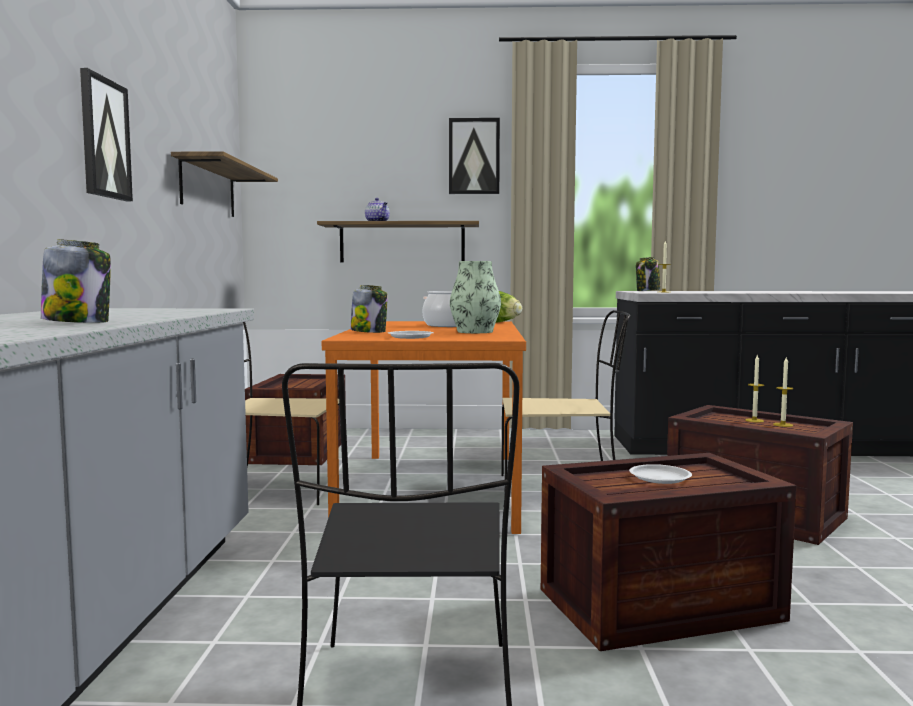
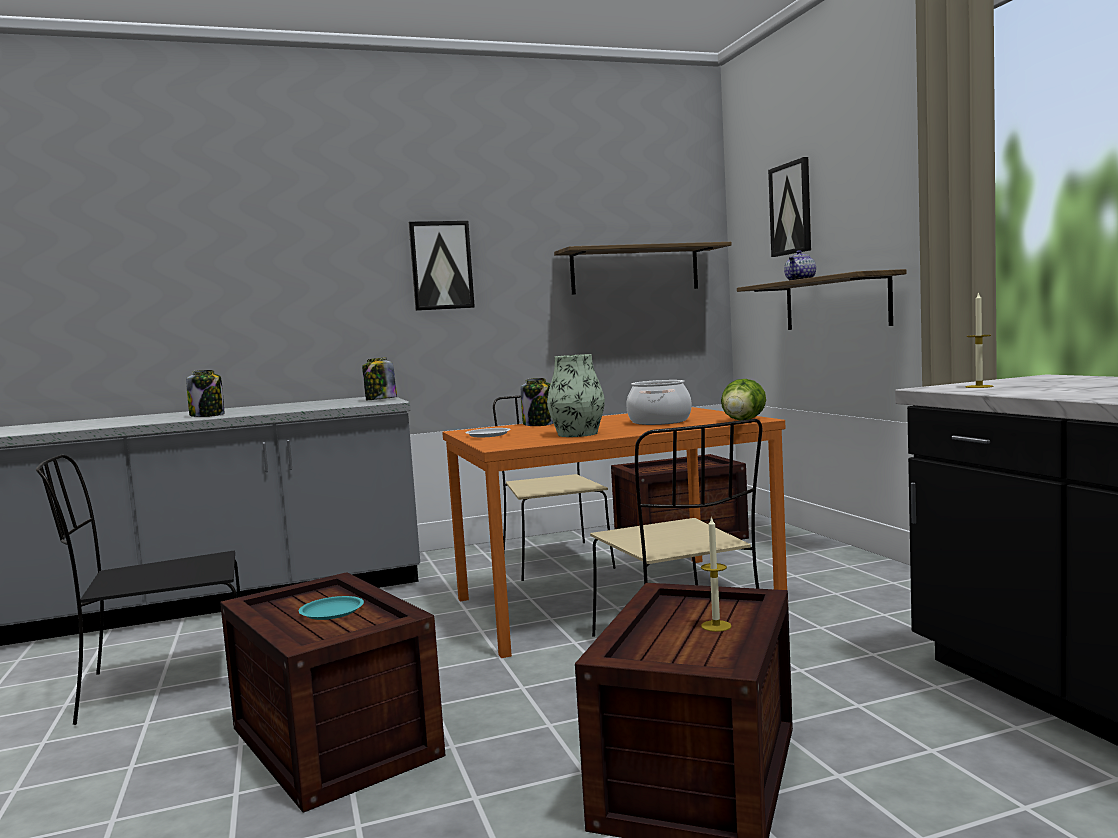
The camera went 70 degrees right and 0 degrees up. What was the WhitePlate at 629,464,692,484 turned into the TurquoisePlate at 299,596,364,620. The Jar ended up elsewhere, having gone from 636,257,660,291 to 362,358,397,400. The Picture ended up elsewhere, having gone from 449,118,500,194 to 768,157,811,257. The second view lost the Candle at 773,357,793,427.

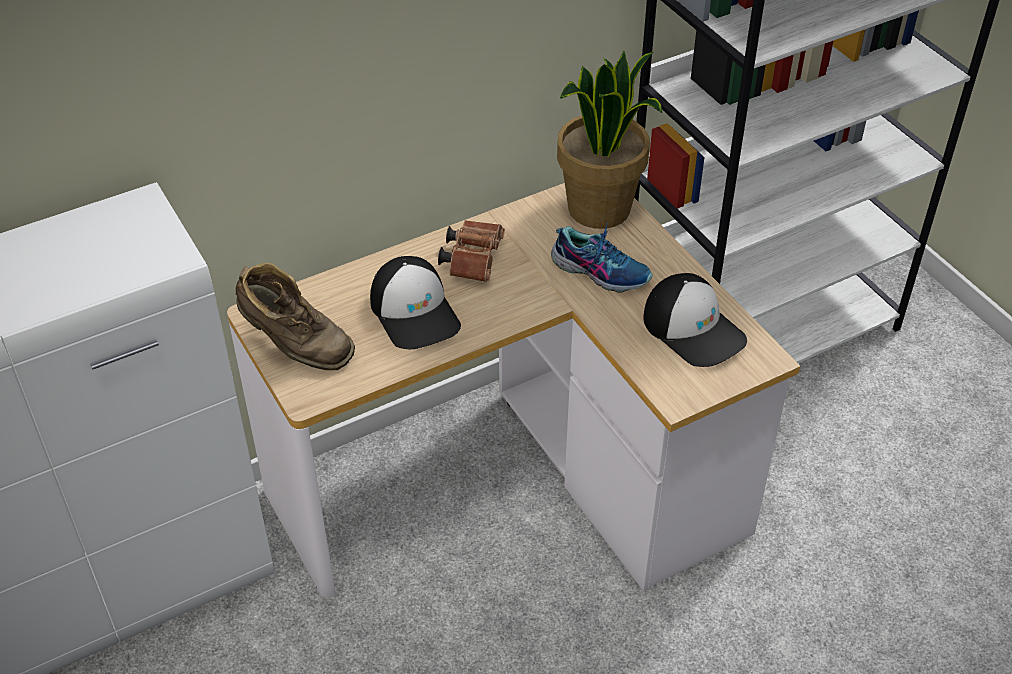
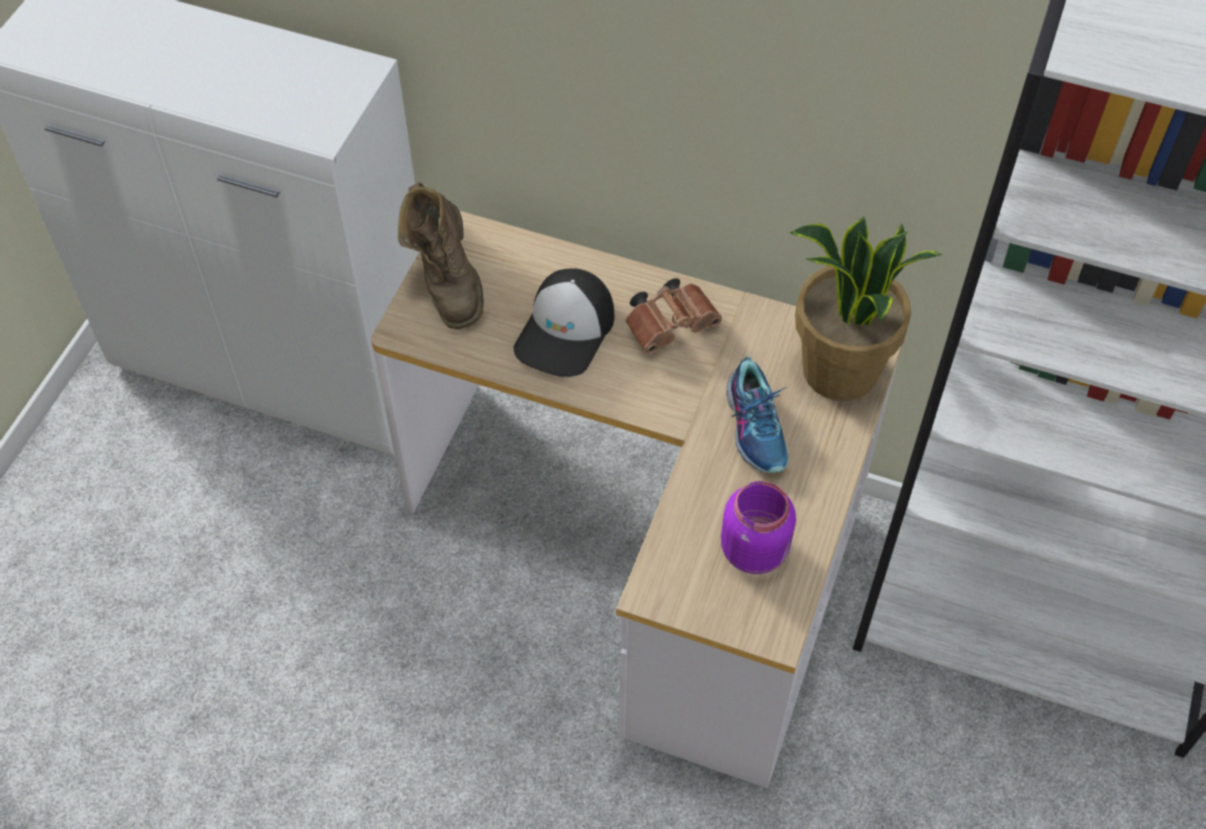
The camera went 50 degrees right and 10 degrees up. Where the Cap stood at 643,273,747,367, the PurpleJar came to stand at 721,481,796,574.

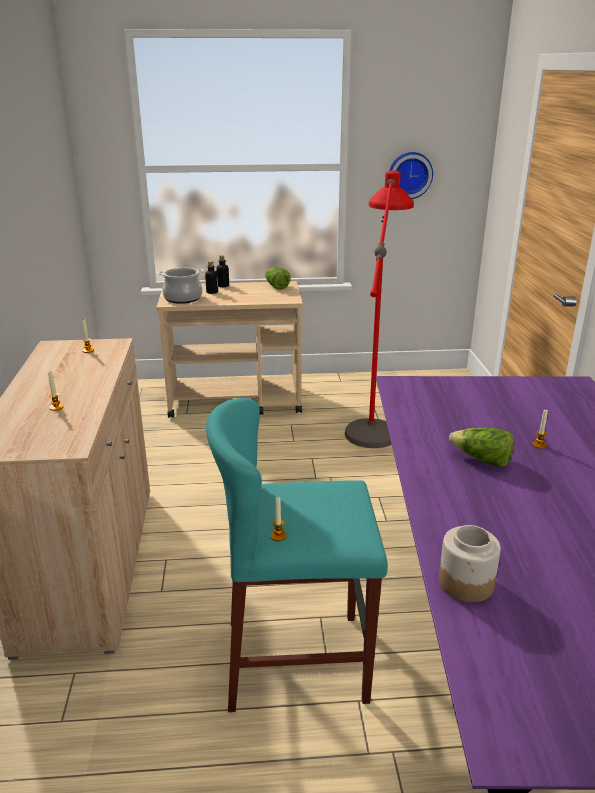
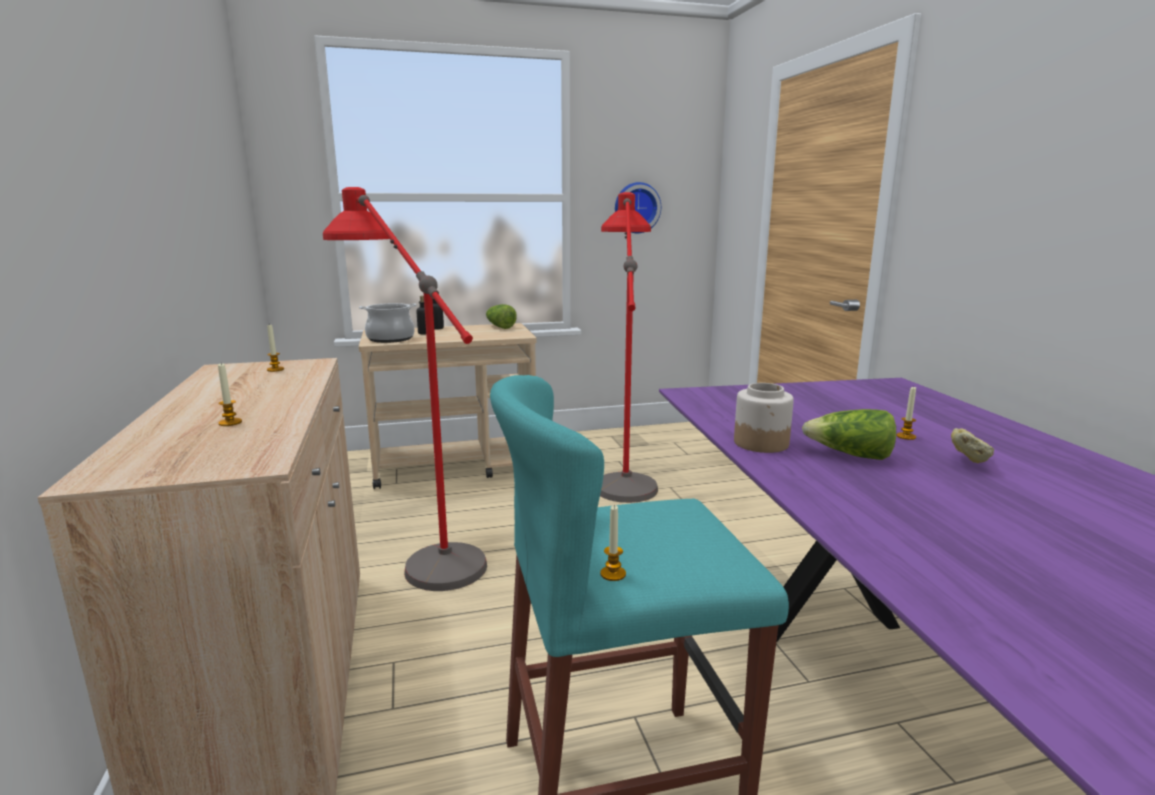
The camera went 10 degrees left and 10 degrees down. The second view gained the RedFloorLamp at 323,187,487,591. The Jar ended up elsewhere, having gone from 439,525,501,602 to 734,383,794,453. The second view gained the Bread at 951,428,994,463.

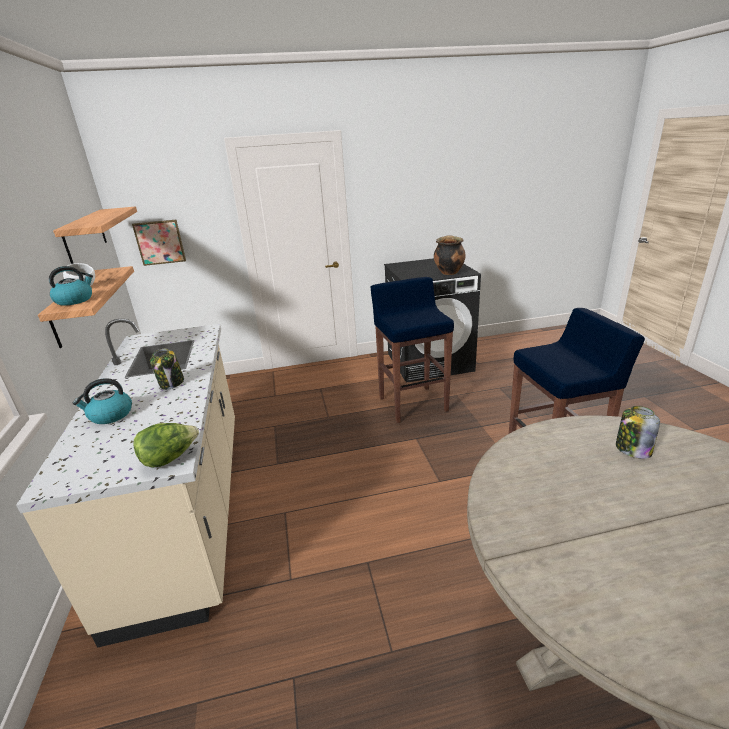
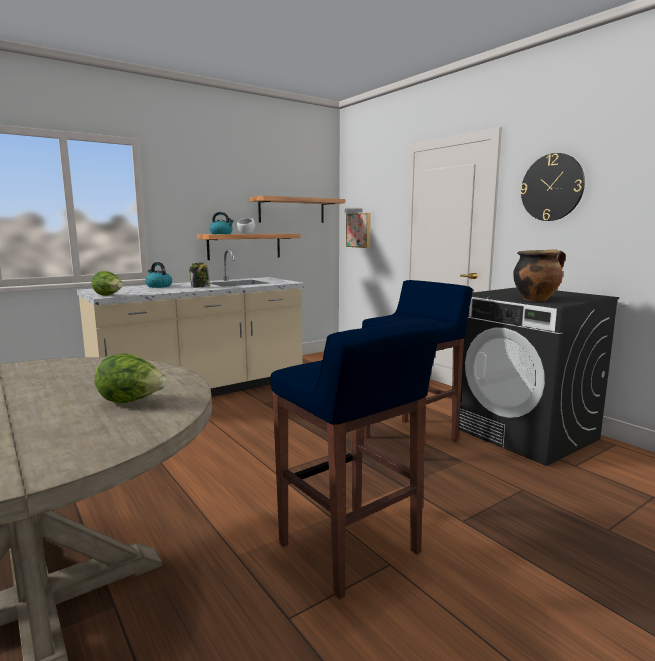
The camera went 65 degrees right and 15 degrees down. Where the Jar stood at 616,406,660,459, the Lettuce came to stand at 94,354,168,403. The second view gained the WallClock at 520,153,585,221.

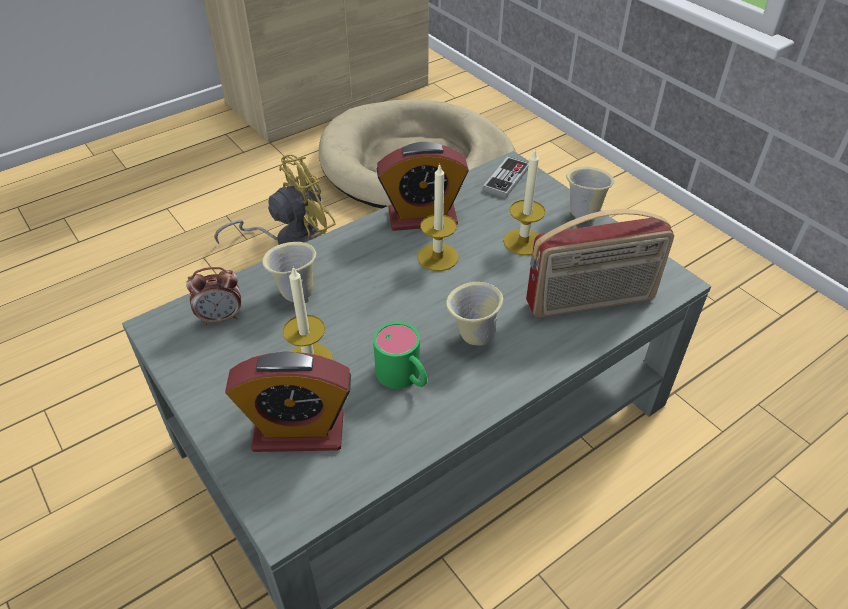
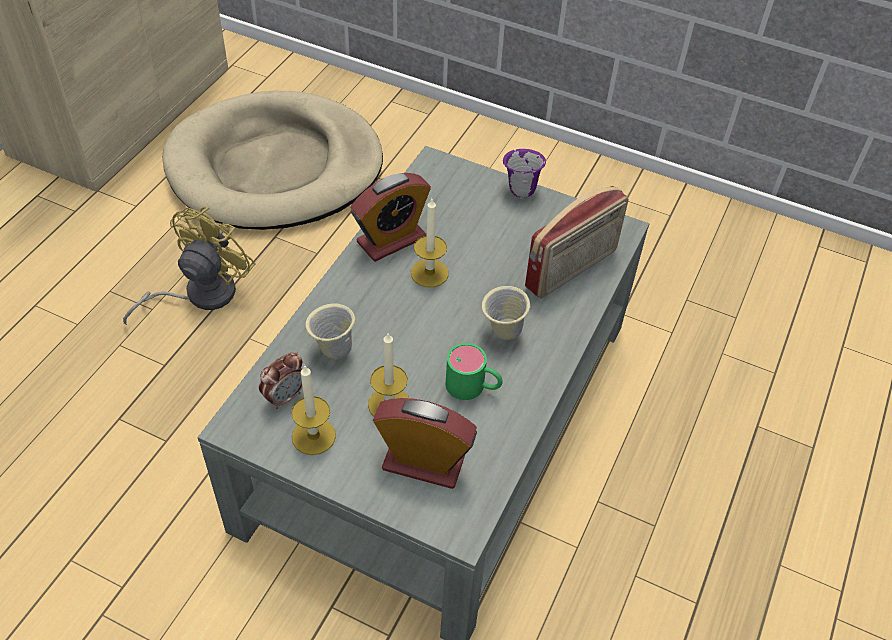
The camera went 30 degrees left and 5 degrees up. The Candle ended up elsewhere, having gone from 503,148,546,256 to 291,364,336,455. The AlarmClock at 225,351,351,452 ended up facing another way, 135 degrees counterclockwise from before. What was the BeigeMug at 566,166,615,218 turned into the PurpleMug at 503,149,546,198. The second view lost the GameController at 482,157,529,198.

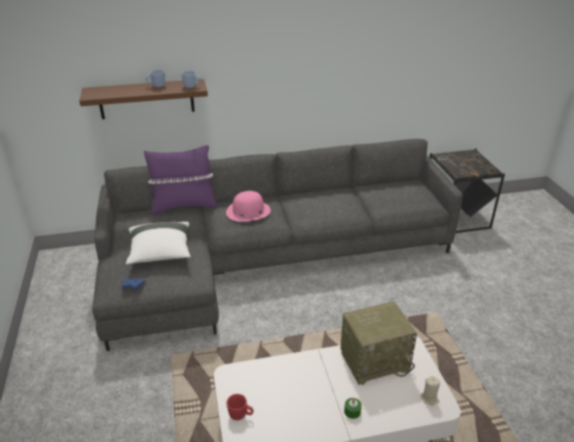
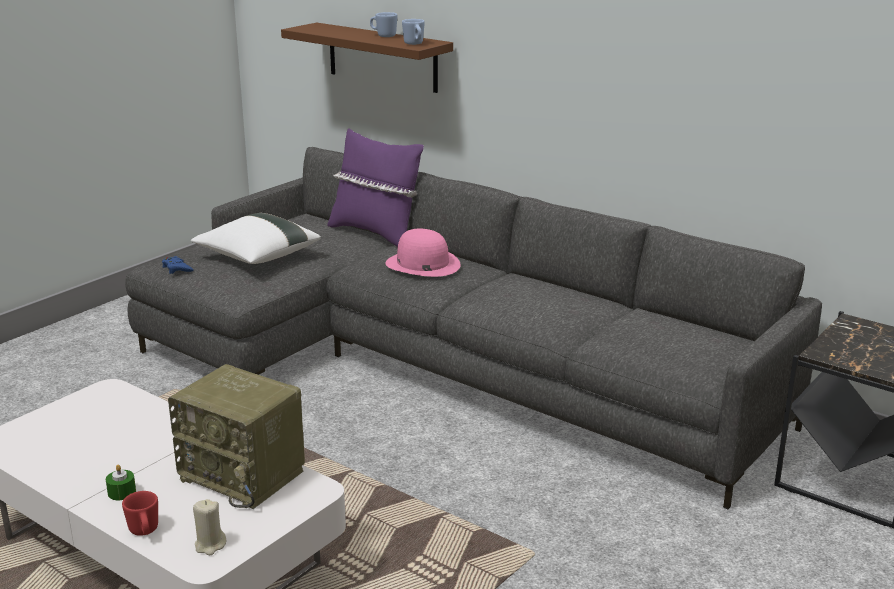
The camera went 50 degrees right and 10 degrees down. The RedMug ended up elsewhere, having gone from 227,394,253,420 to 122,491,158,536.

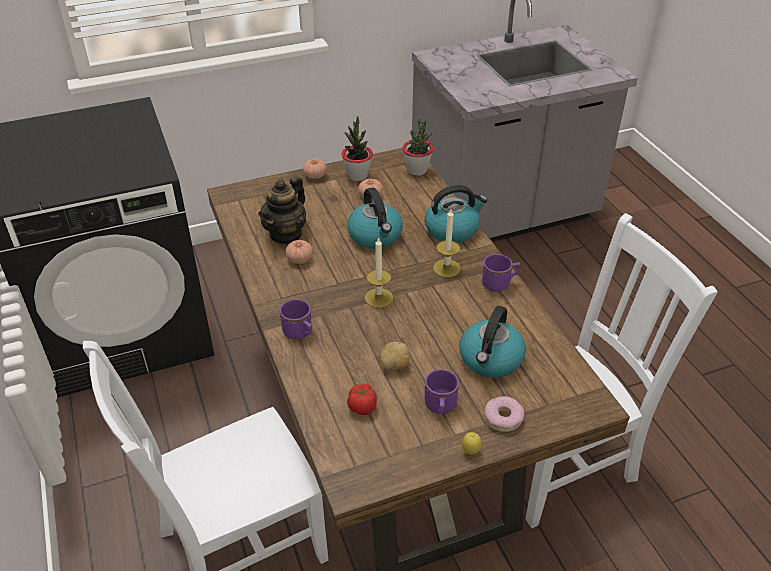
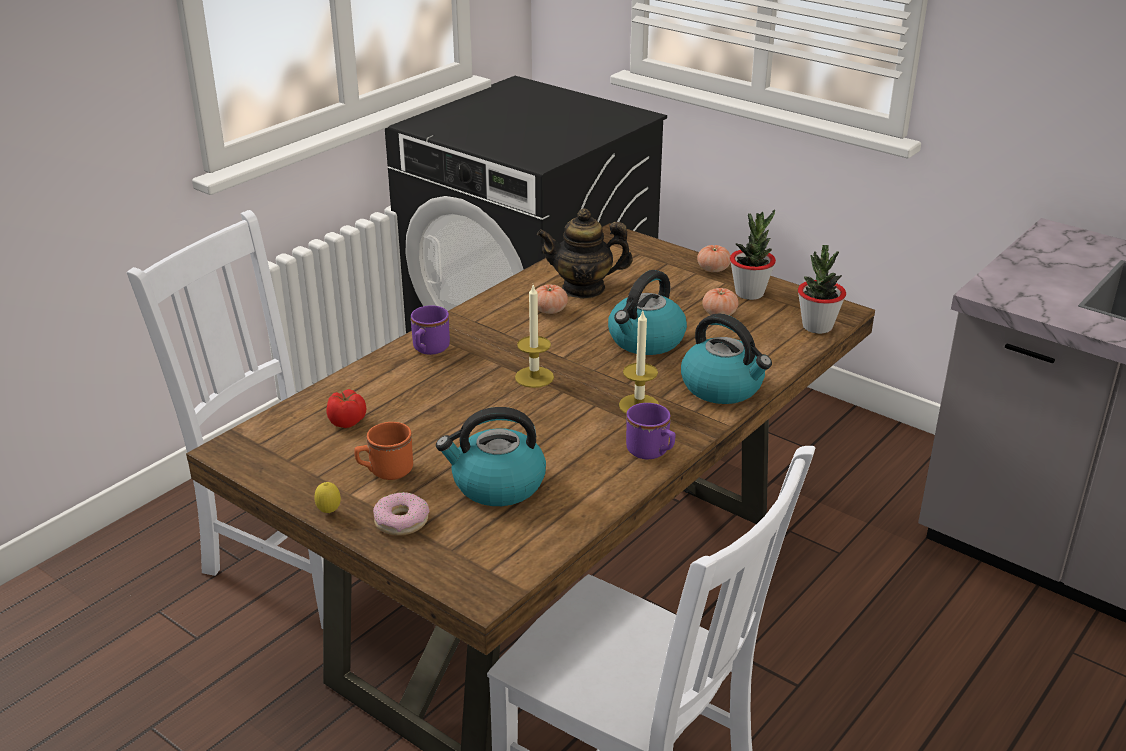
The camera went 60 degrees right and 10 degrees down. What was the PurpleMug at 425,369,459,414 turned into the OrangeMug at 354,422,413,480. The second view lost the Potato at 380,342,409,370.

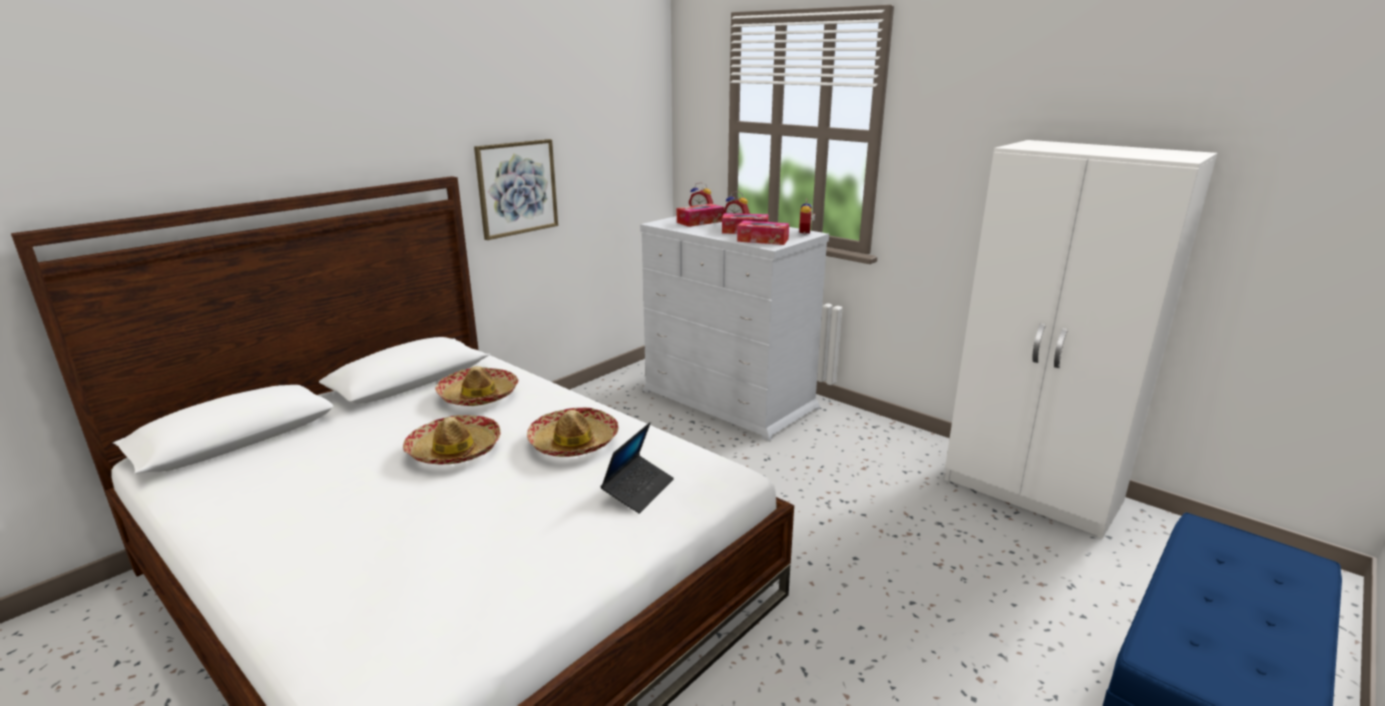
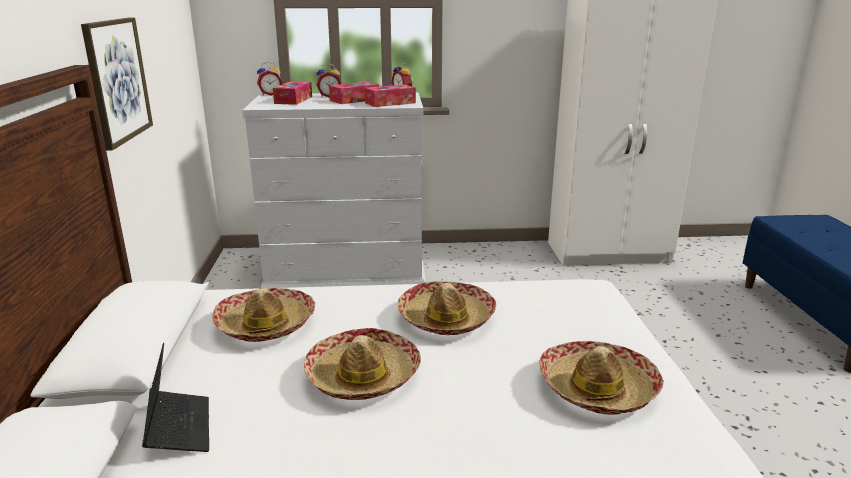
The camera went 45 degrees left and 0 degrees up. The Laptop ended up elsewhere, having gone from 600,422,674,514 to 142,343,209,452. The second view gained the Hat at 539,341,664,415.

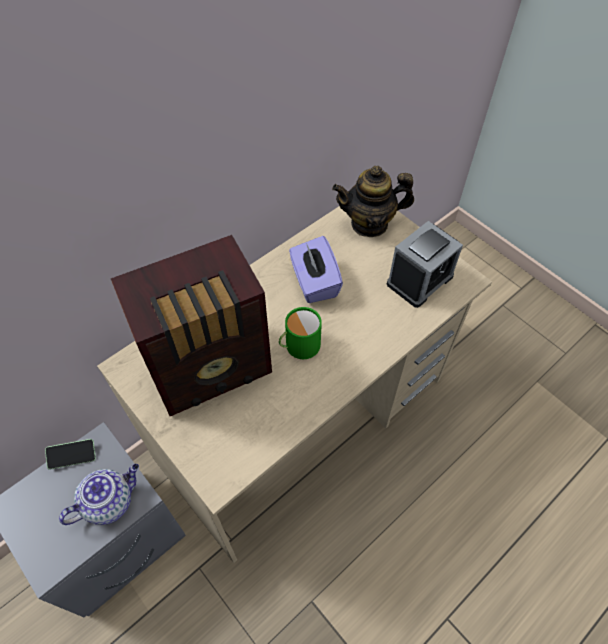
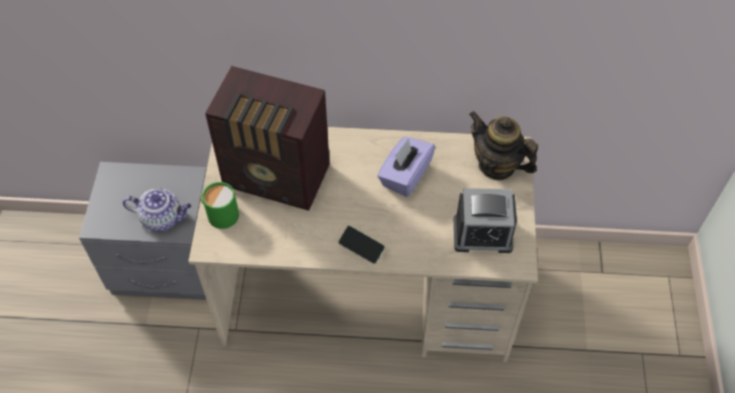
The camera went 45 degrees right and 0 degrees up. The GreenMug ended up elsewhere, having gone from 279,307,322,359 to 200,182,239,229. The Phone ended up elsewhere, having gone from 45,439,96,470 to 338,225,385,264.

